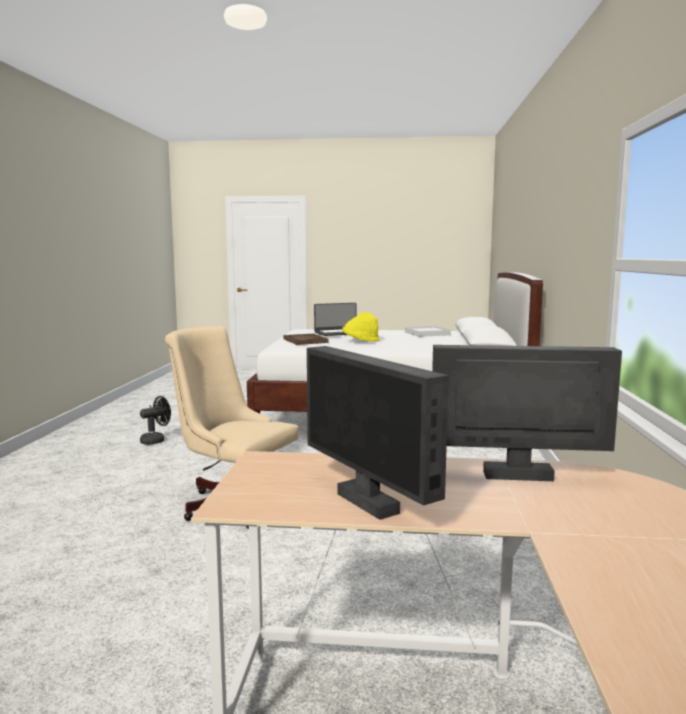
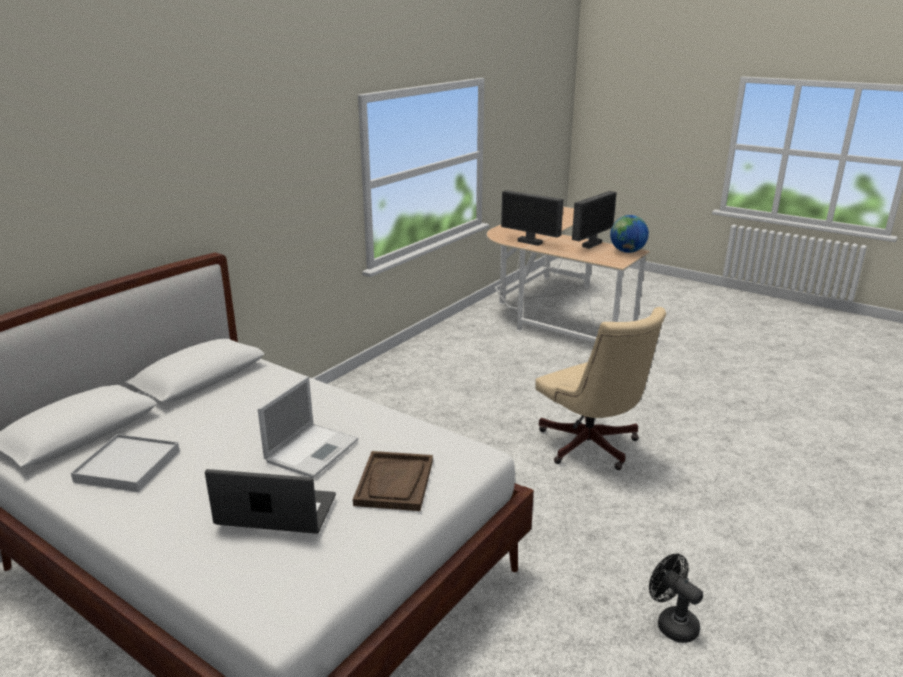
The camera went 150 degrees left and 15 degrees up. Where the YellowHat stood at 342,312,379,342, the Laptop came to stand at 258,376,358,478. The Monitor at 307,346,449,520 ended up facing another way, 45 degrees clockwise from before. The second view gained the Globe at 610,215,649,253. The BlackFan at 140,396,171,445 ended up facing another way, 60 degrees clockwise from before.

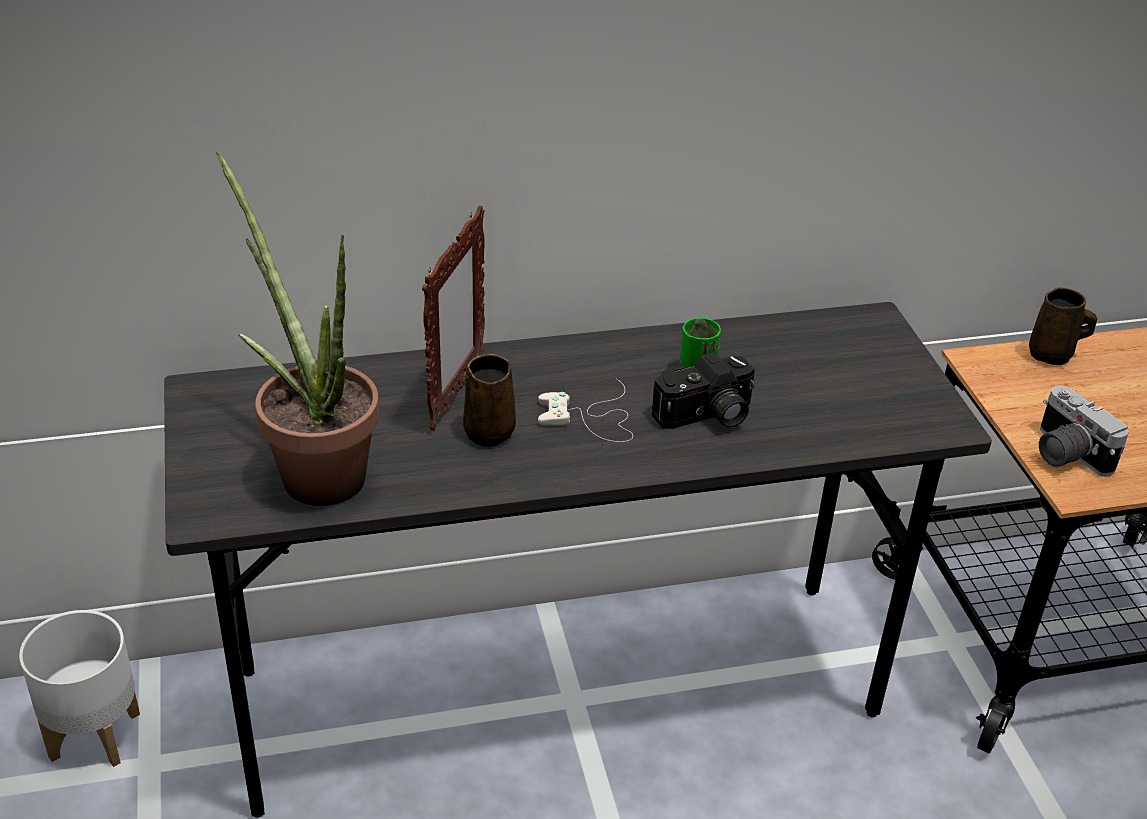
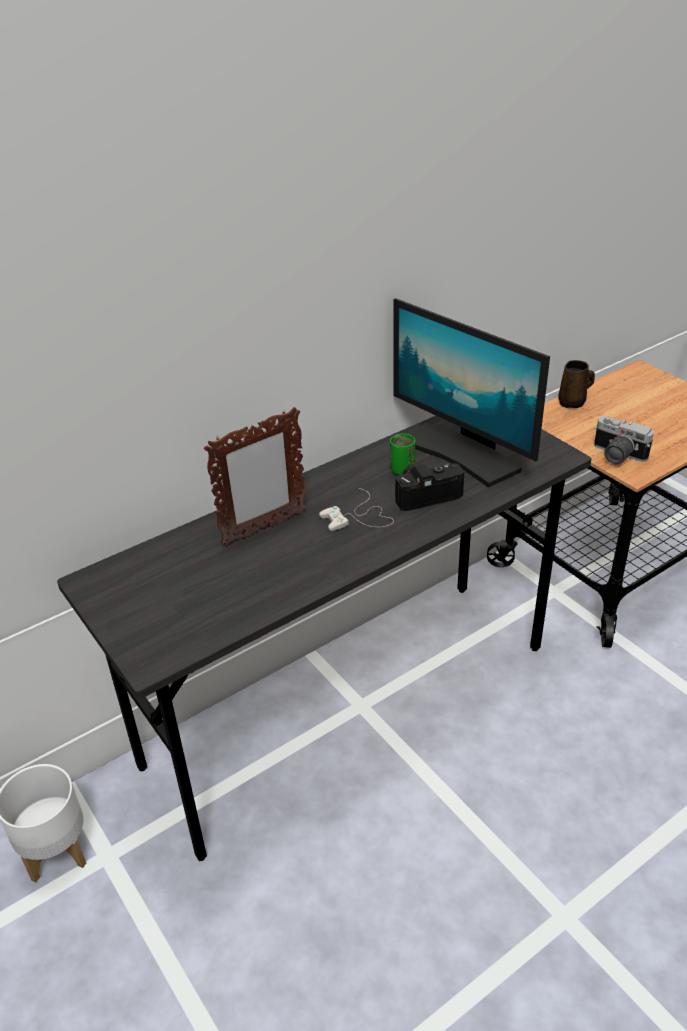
The camera went 20 degrees left and 0 degrees up. The PictureFrame at 422,205,485,430 ended up facing another way, 60 degrees clockwise from before. The second view gained the Monitor at 393,298,550,488. The PhotoCamera at 652,353,755,429 ended up facing another way, 150 degrees counterclockwise from before. The second view lost the PottedPlant at 216,151,379,506. The second view lost the BrownMug at 463,354,516,447.

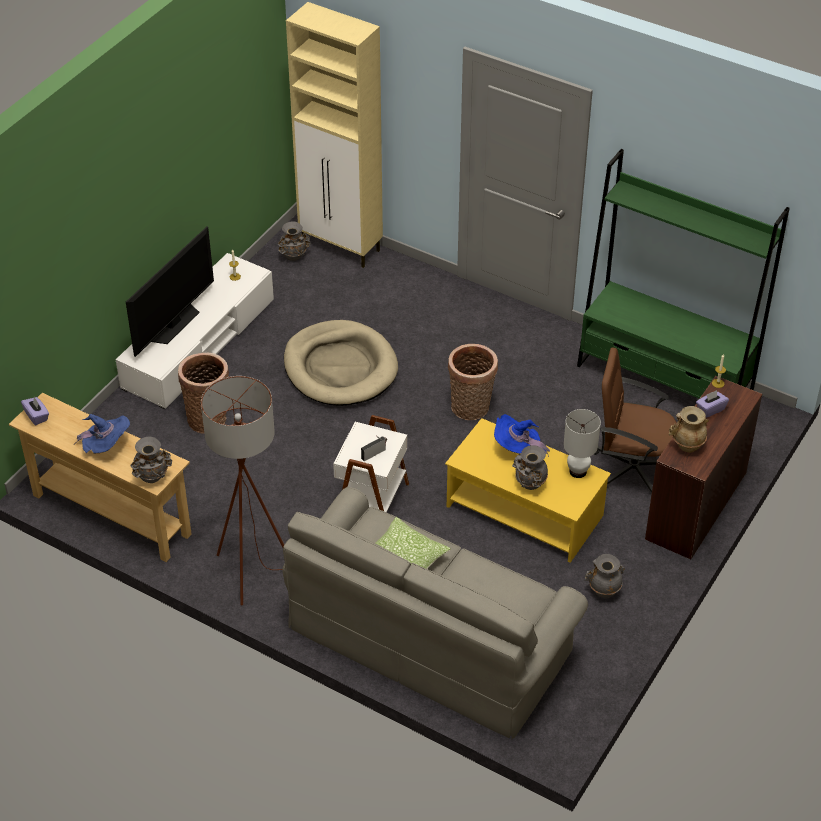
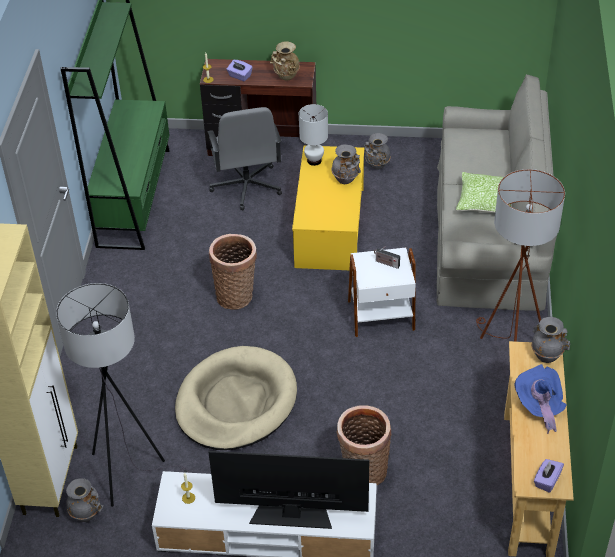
The camera went 115 degrees left and 0 degrees up. The second view gained the GreyFloorLamp at 56,283,189,507. What was the BrownOfficeChair at 594,348,677,493 turned into the GreyOfficeChair at 207,107,282,210. The second view lost the BlueHat at 494,414,550,457.

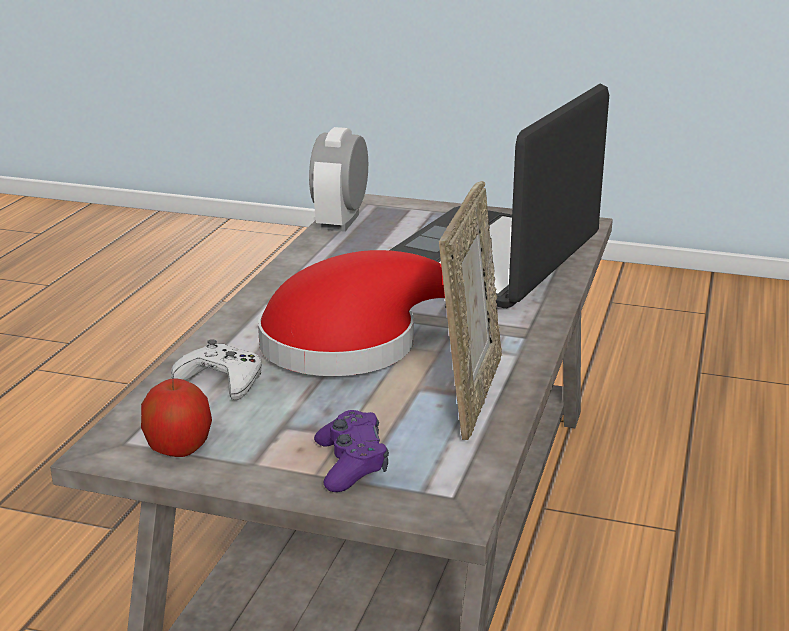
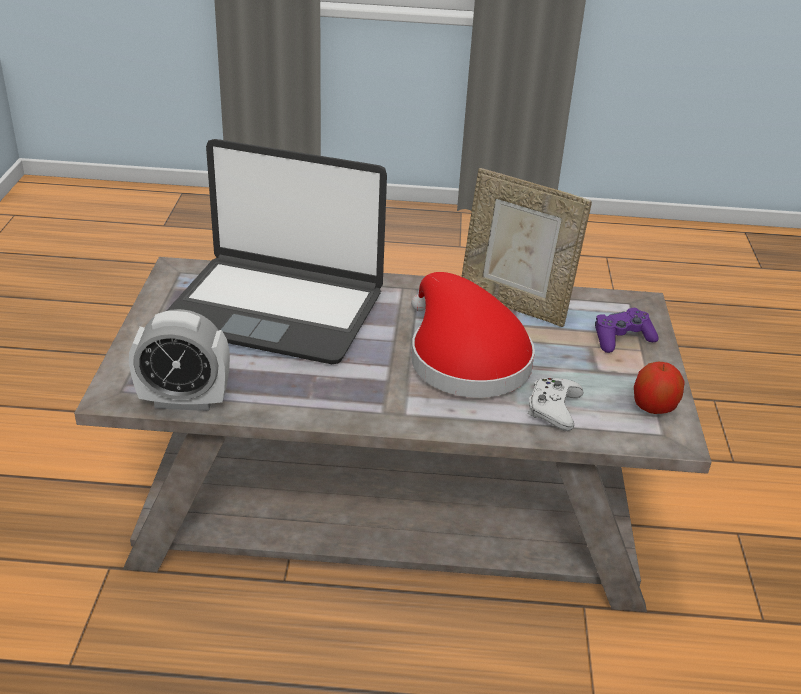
The camera went 105 degrees left and 10 degrees up. The PictureFrame at 439,181,502,440 ended up facing another way, 150 degrees counterclockwise from before.

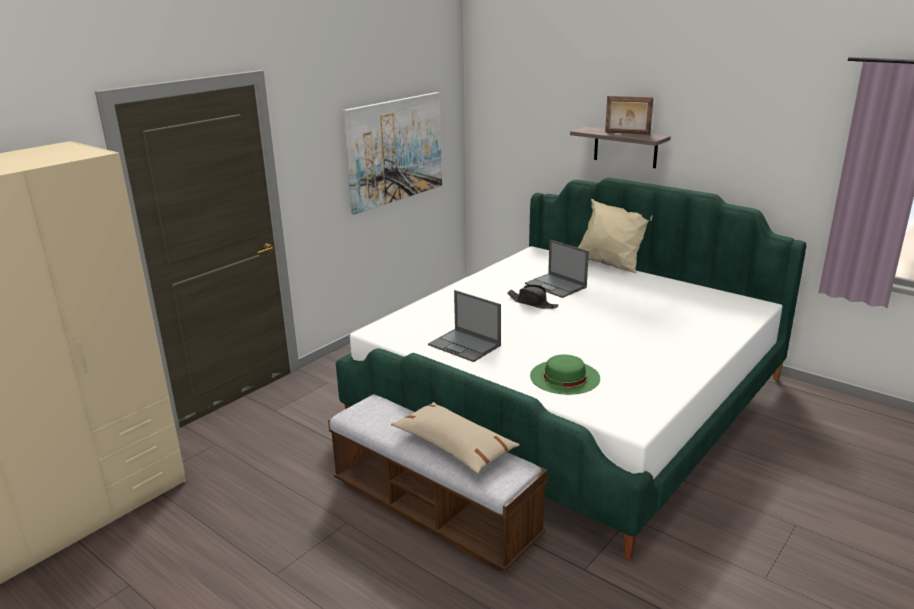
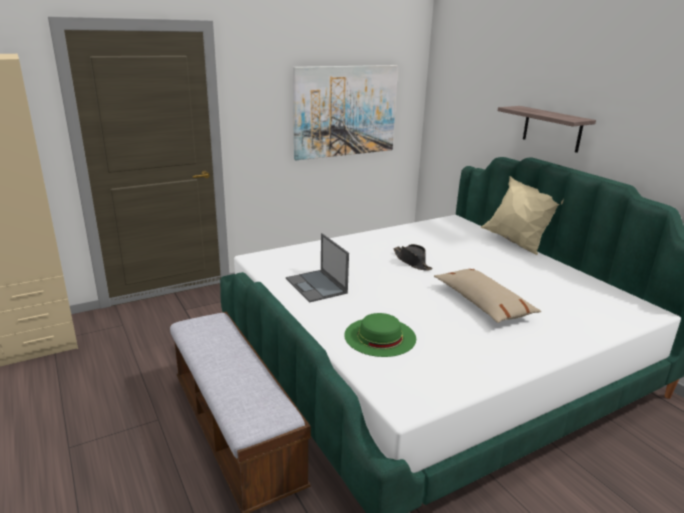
The camera went 20 degrees right and 0 degrees up. The BeigePillow ended up elsewhere, having gone from 391,402,520,474 to 434,269,541,323. The second view lost the Laptop at 525,240,589,298. The second view lost the PictureFrame at 605,96,654,135.

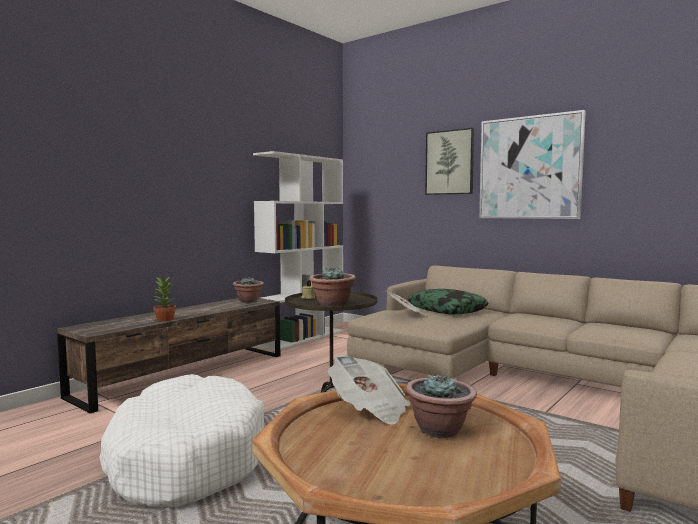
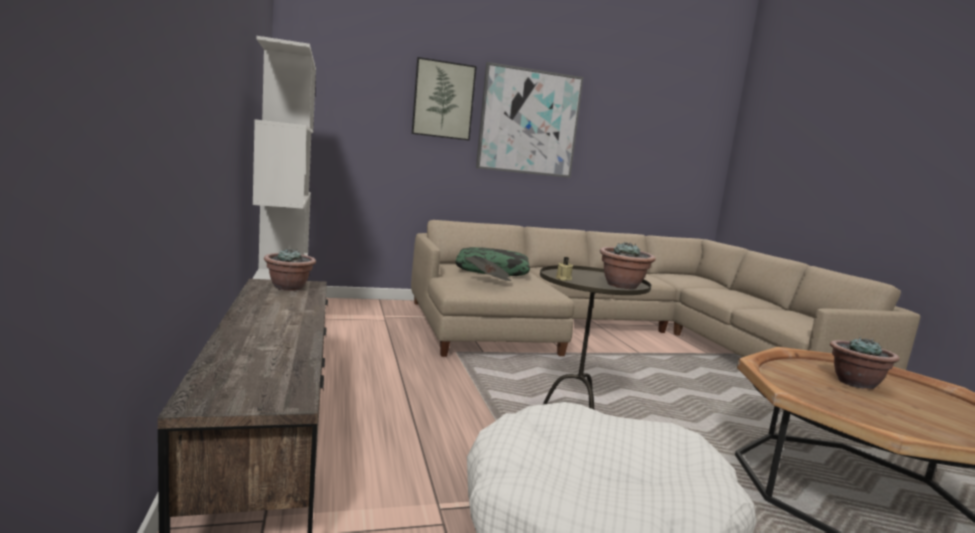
The camera went 55 degrees left and 5 degrees up. The second view lost the PottedPlant at 153,277,176,321. The second view lost the Newspaper at 328,355,411,425.

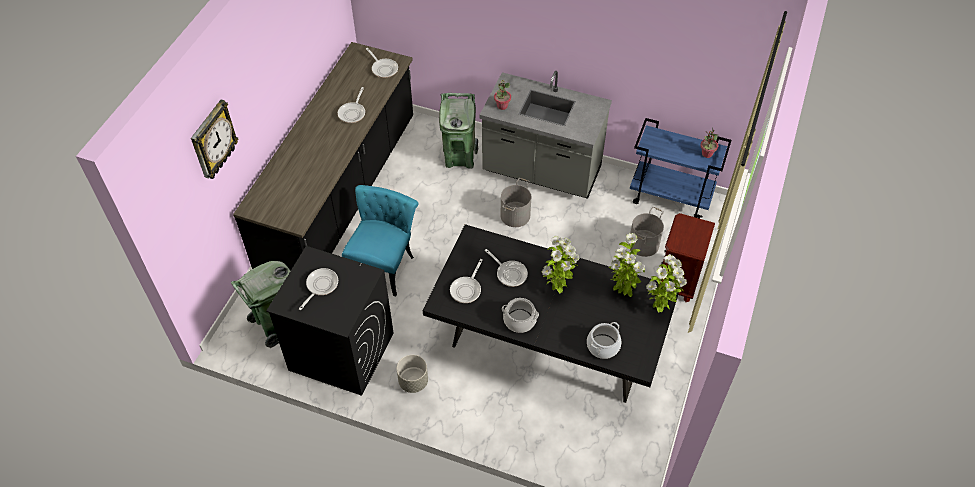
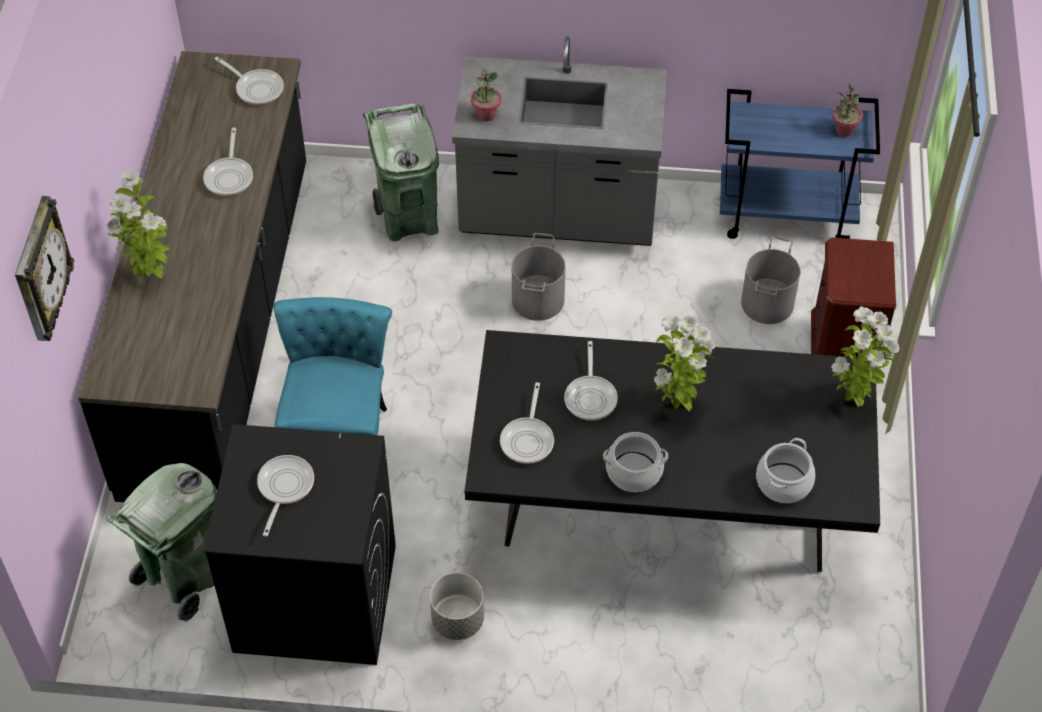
The camera went 15 degrees left and 0 degrees up. The PottedPlant ended up elsewhere, having gone from 609,233,645,297 to 107,170,169,278. The FryingPan at 485,249,528,287 ended up facing another way, 60 degrees clockwise from before.

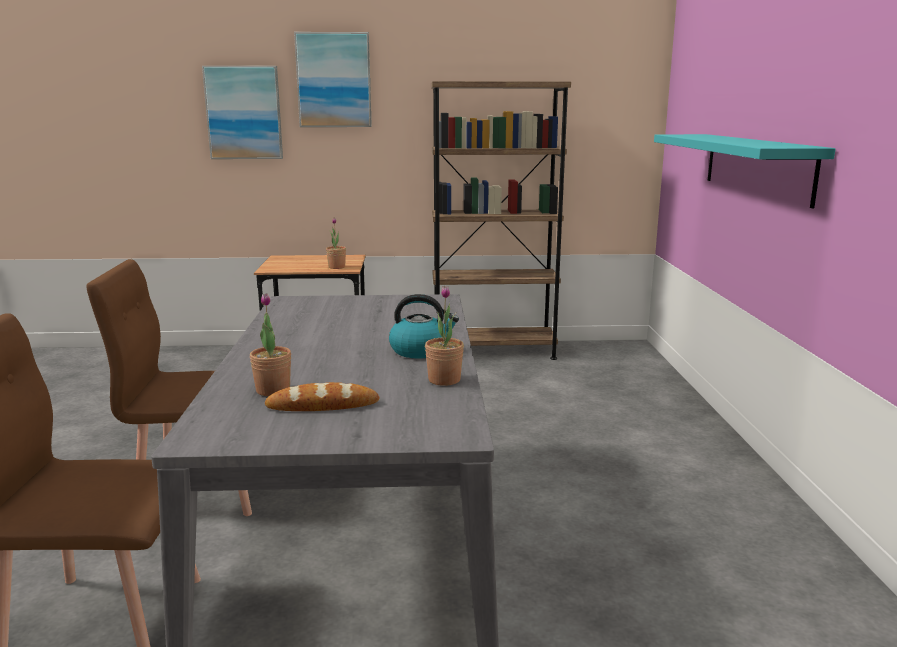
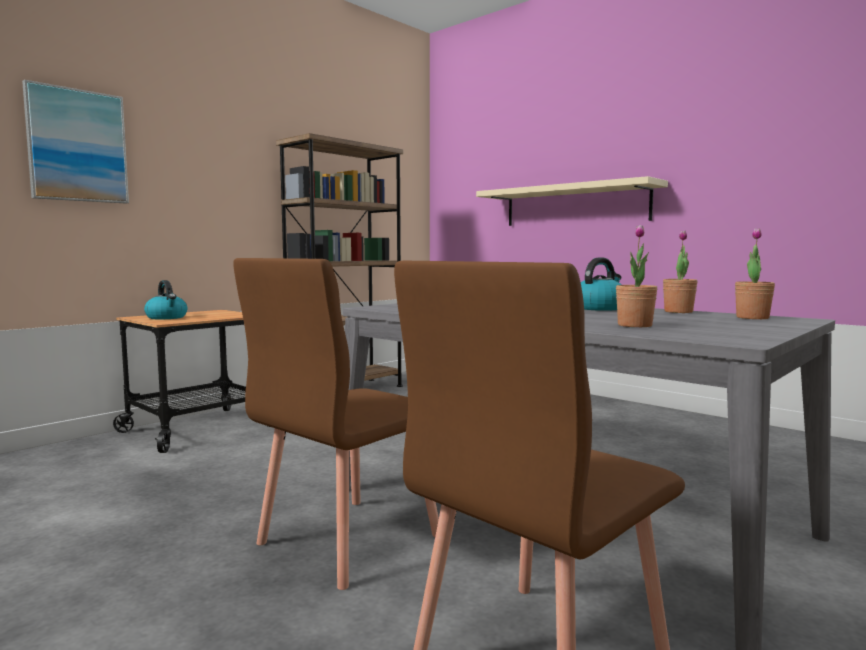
The camera went 45 degrees left and 10 degrees down. The second view gained the Kettle at 144,280,187,319. What was the TurquoiseShelf at 654,134,836,208 turned into the BeigeShelf at 476,176,668,226. The PottedPlant ended up elsewhere, having gone from 326,218,346,269 to 735,228,775,319. The second view lost the Bread at 265,382,379,411. The second view lost the Picture at 294,32,372,127.

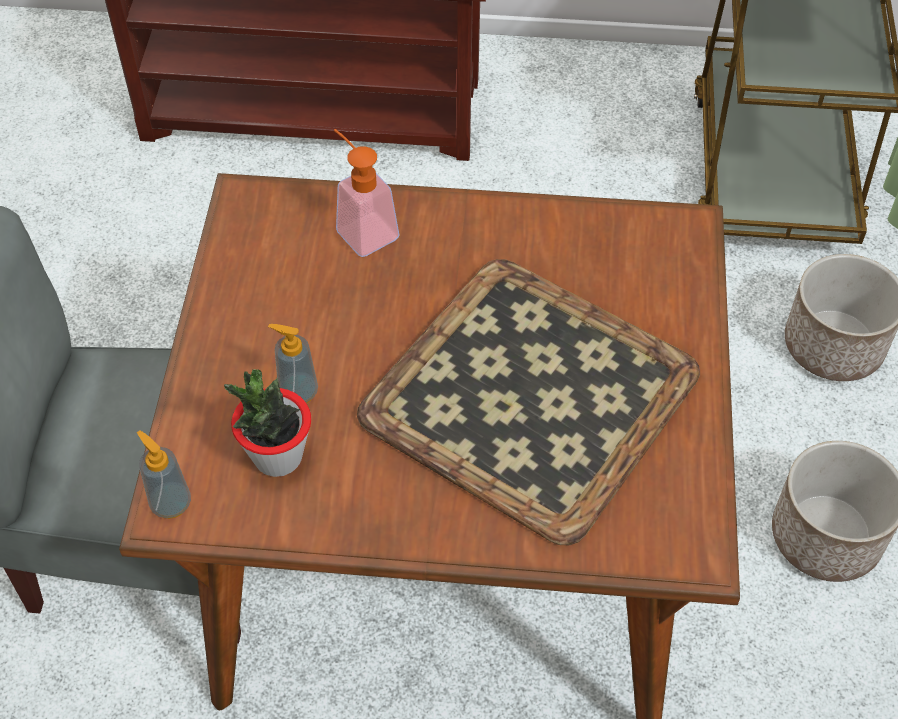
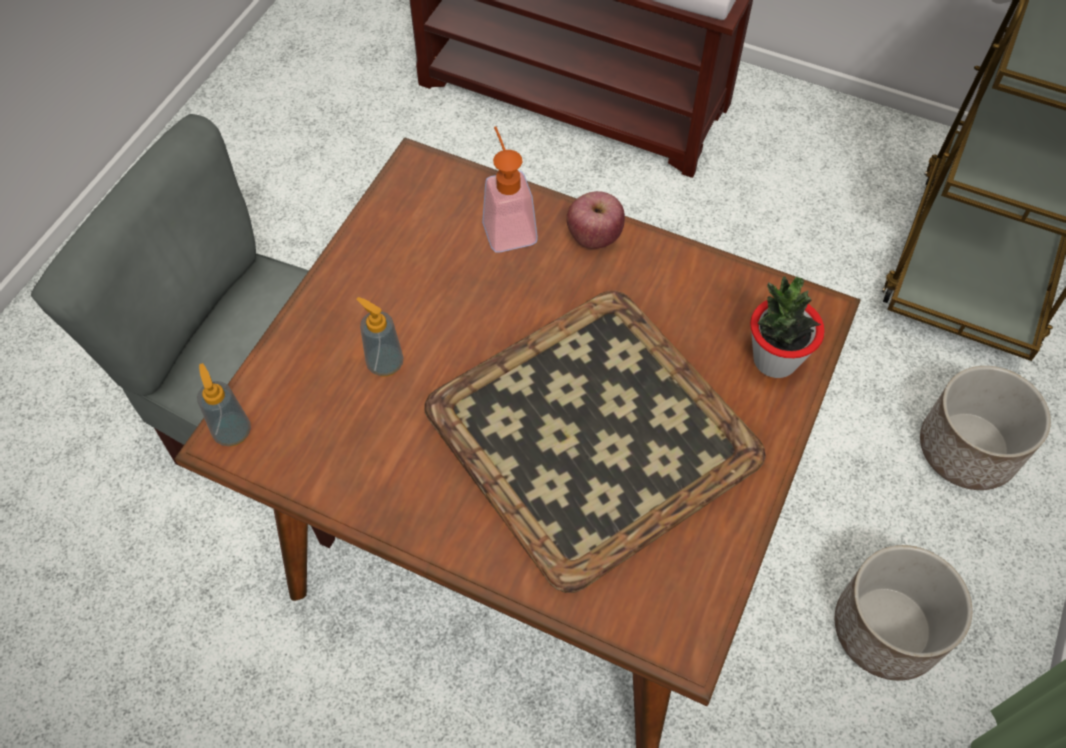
The camera went 20 degrees right and 5 degrees up. The second view gained the Apple at 566,191,625,249. The PottedPlant ended up elsewhere, having gone from 224,369,311,477 to 750,276,825,378.

